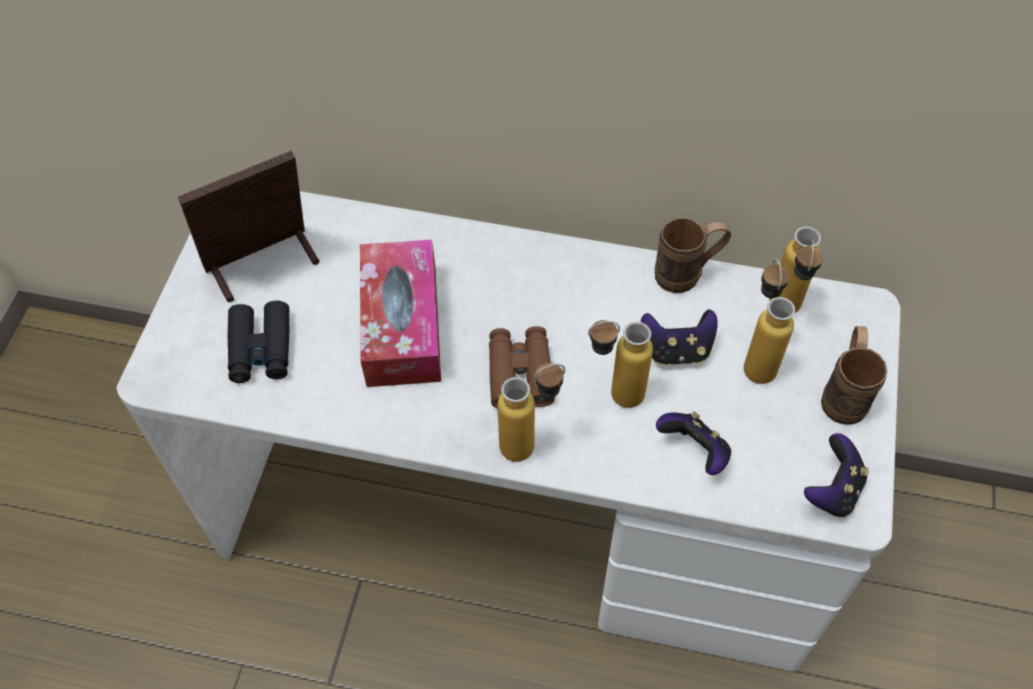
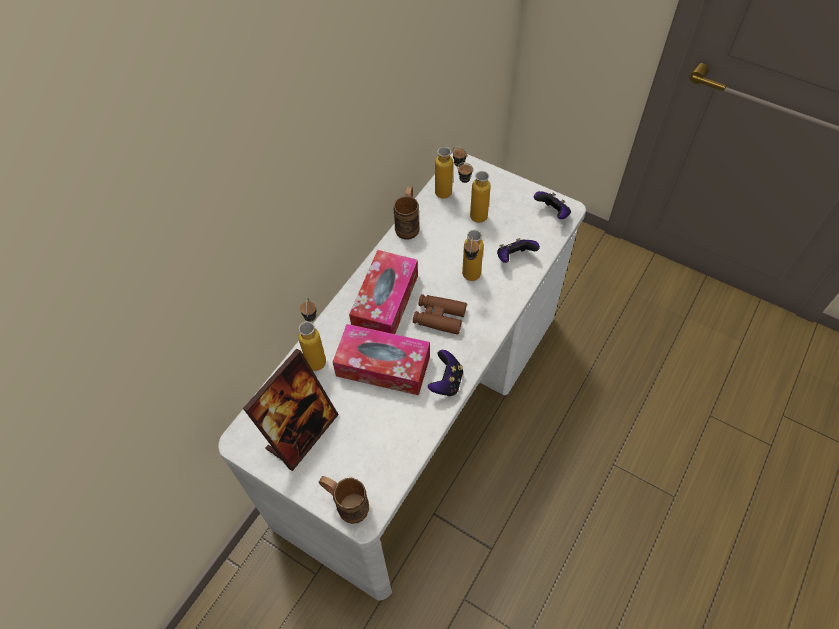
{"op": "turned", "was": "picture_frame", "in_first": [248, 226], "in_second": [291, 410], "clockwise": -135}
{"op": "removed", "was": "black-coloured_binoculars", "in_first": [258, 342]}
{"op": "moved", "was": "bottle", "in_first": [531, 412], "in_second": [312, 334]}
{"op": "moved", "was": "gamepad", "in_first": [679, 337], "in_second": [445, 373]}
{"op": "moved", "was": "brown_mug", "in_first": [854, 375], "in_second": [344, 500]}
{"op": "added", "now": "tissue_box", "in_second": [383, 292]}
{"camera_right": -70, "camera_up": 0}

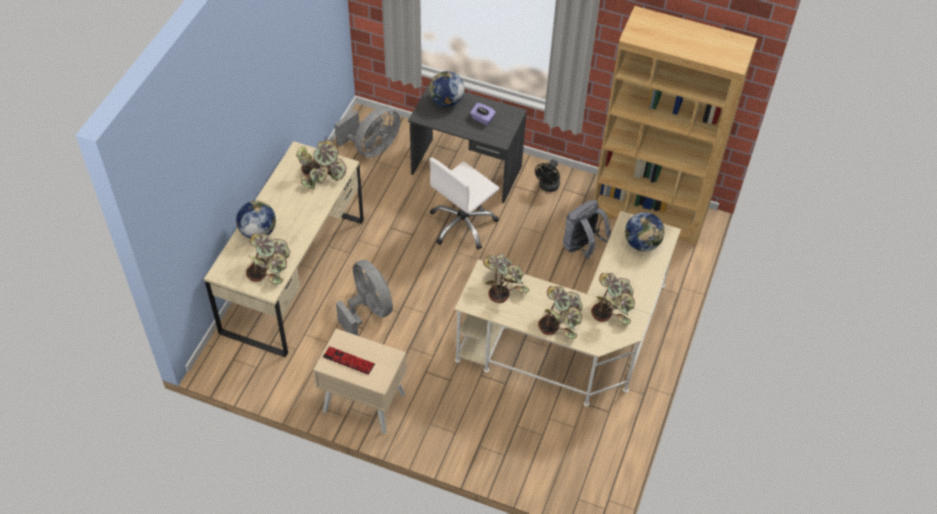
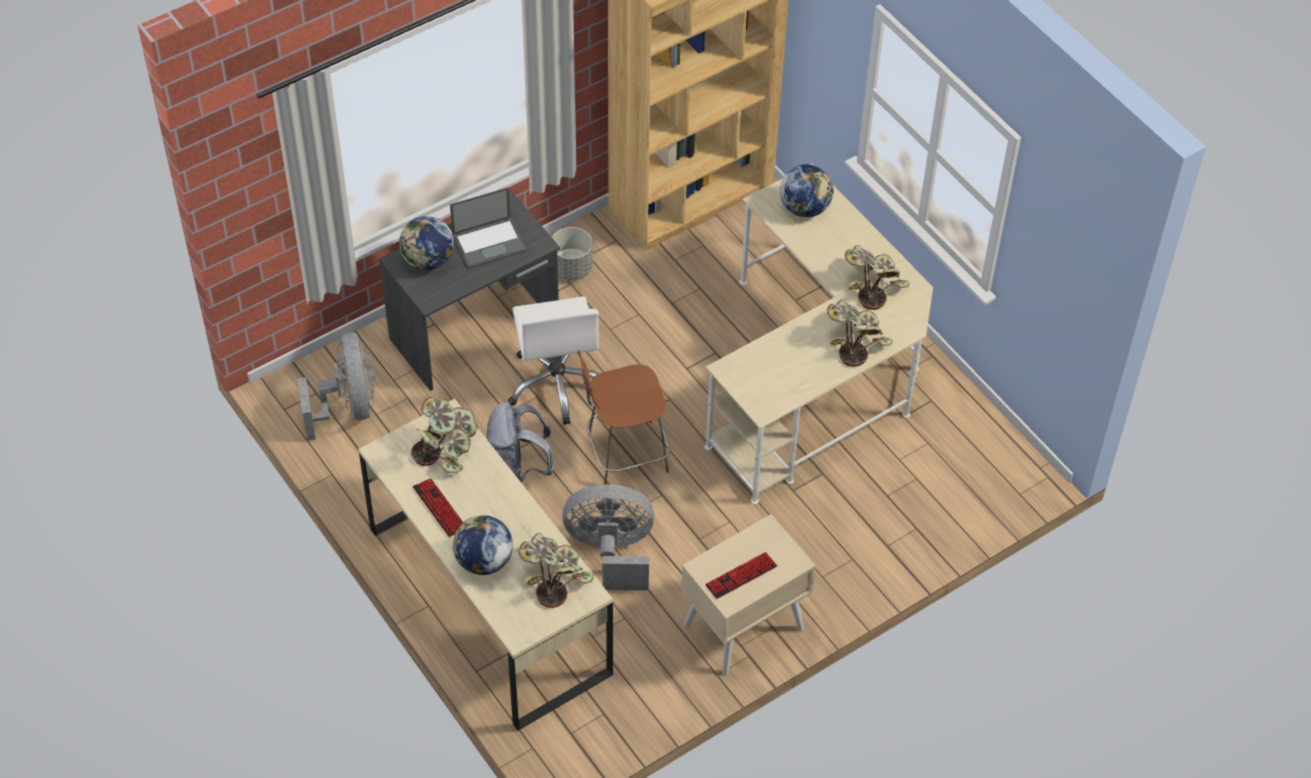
{"op": "replaced", "was": "purple-coloured_tissue_box", "now": "laptop", "in_first": [483, 114], "in_second": [488, 228]}
{"op": "removed", "was": "plant_in_a_pot", "in_first": [506, 278]}
{"op": "replaced", "was": "black-coloured_cooling_fan", "now": "greyish_flower_pot", "in_first": [547, 175], "in_second": [572, 253]}
{"op": "moved", "was": "greyish_rucksack", "in_first": [587, 229], "in_second": [520, 442]}
{"op": "added", "now": "keyboard", "in_second": [438, 507]}
{"op": "added", "now": "brown_upright_chair", "in_second": [623, 417]}
{"camera_right": -55, "camera_up": 0}

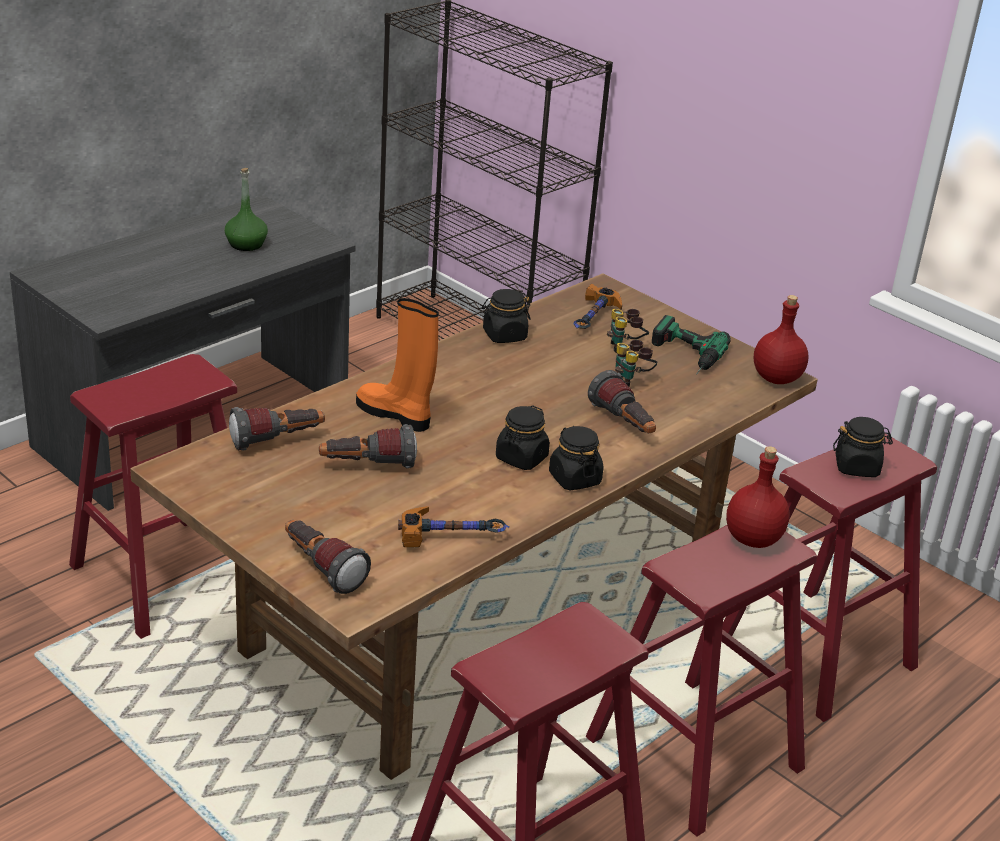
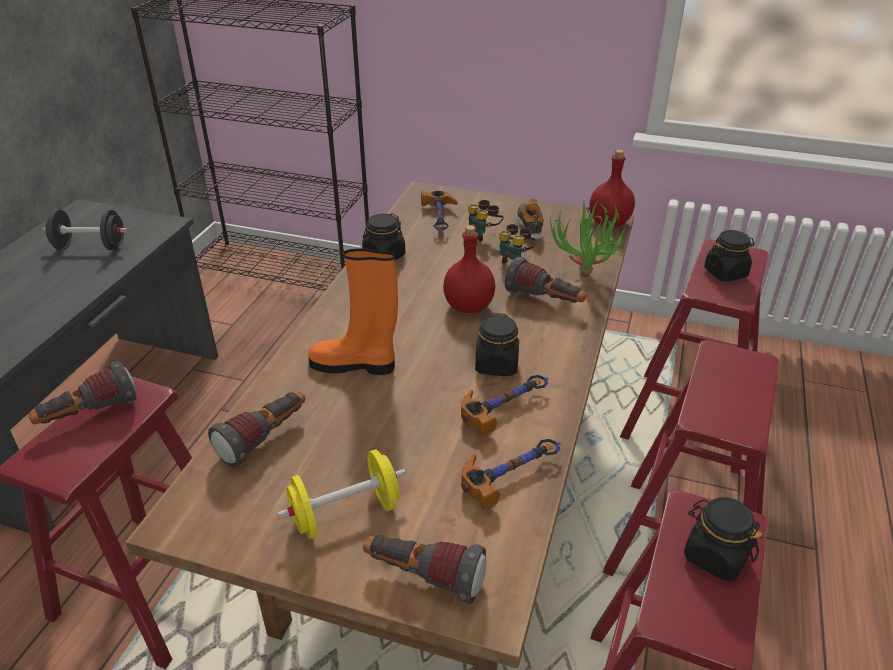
{"op": "replaced", "was": "green-coloured_bottle", "now": "black-coloured_dumbbell", "in_first": [246, 209], "in_second": [85, 230]}
{"op": "moved", "was": "torch", "in_first": [368, 446], "in_second": [82, 392]}
{"op": "moved", "was": "black-coloured_preserve_jar", "in_first": [576, 458], "in_second": [723, 539]}
{"op": "replaced", "was": "drill", "now": "shoe", "in_first": [691, 345], "in_second": [530, 220]}
{"op": "moved", "was": "red-coloured_bottle", "in_first": [757, 497], "in_second": [469, 269]}
{"op": "added", "now": "yellow-coloured_dumbbell", "in_second": [341, 494]}
{"op": "added", "now": "hand_hammer", "in_second": [505, 406]}
{"op": "added", "now": "plant_in_a_pot", "in_second": [590, 237]}
{"camera_right": -25, "camera_up": 5}

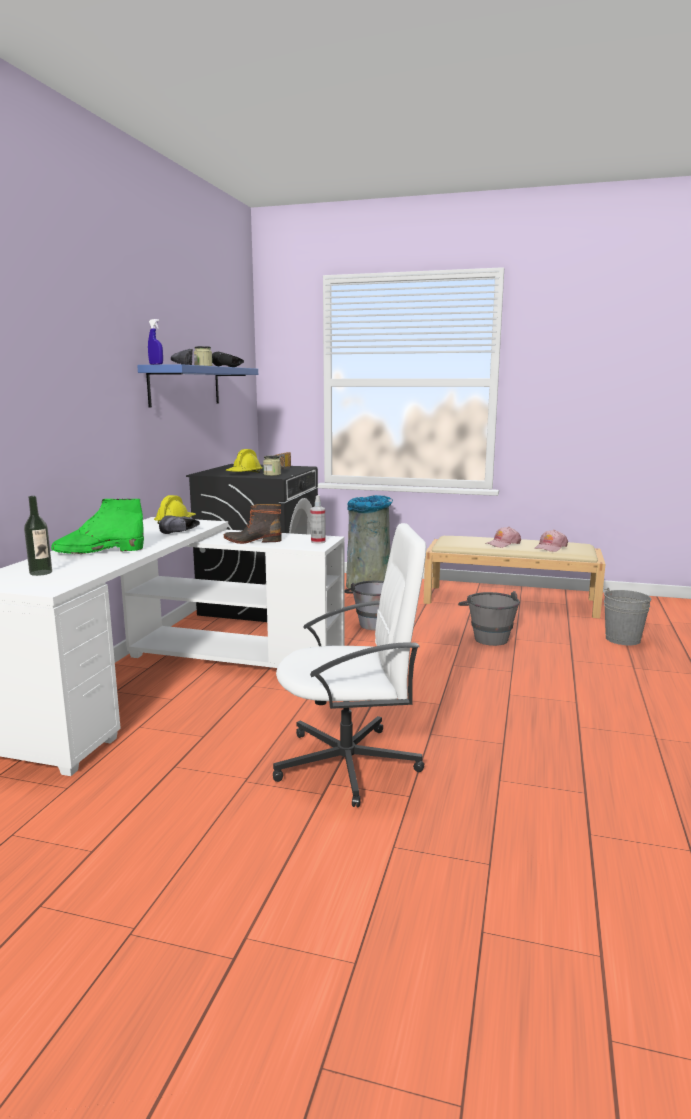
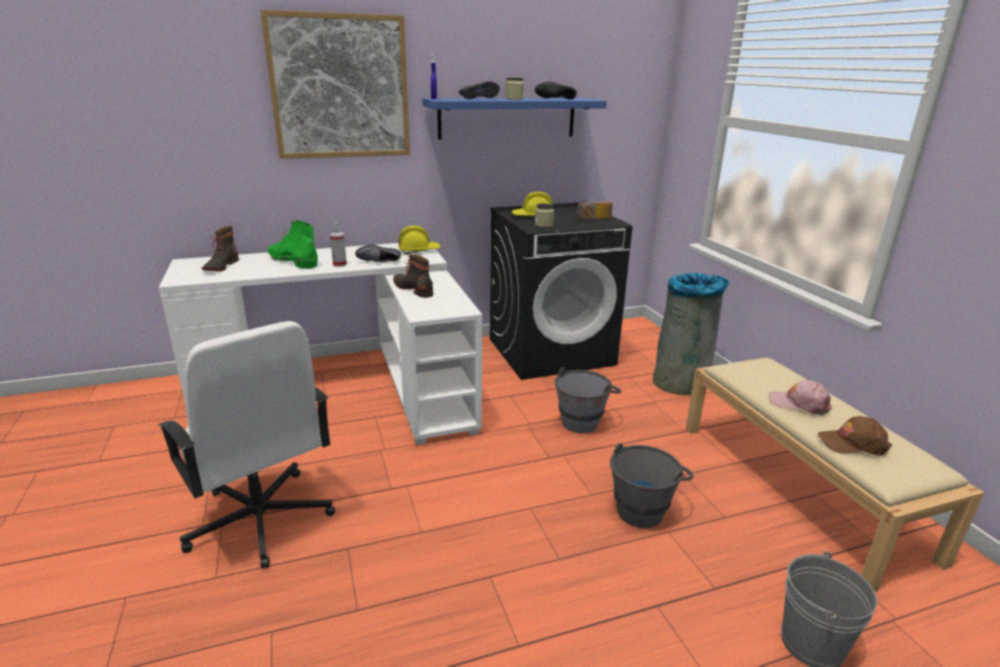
{"op": "replaced", "was": "bottle", "now": "boot", "in_first": [38, 536], "in_second": [220, 248]}
{"op": "moved", "was": "hand_sprayer", "in_first": [318, 519], "in_second": [338, 244]}
{"op": "recoloured", "was": "pink-coloured_peaked_cap", "now": "brown_peaked_cap", "in_first": [551, 541], "in_second": [855, 435]}
{"op": "added", "now": "picture", "in_second": [335, 84]}
{"camera_right": 55, "camera_up": 10}

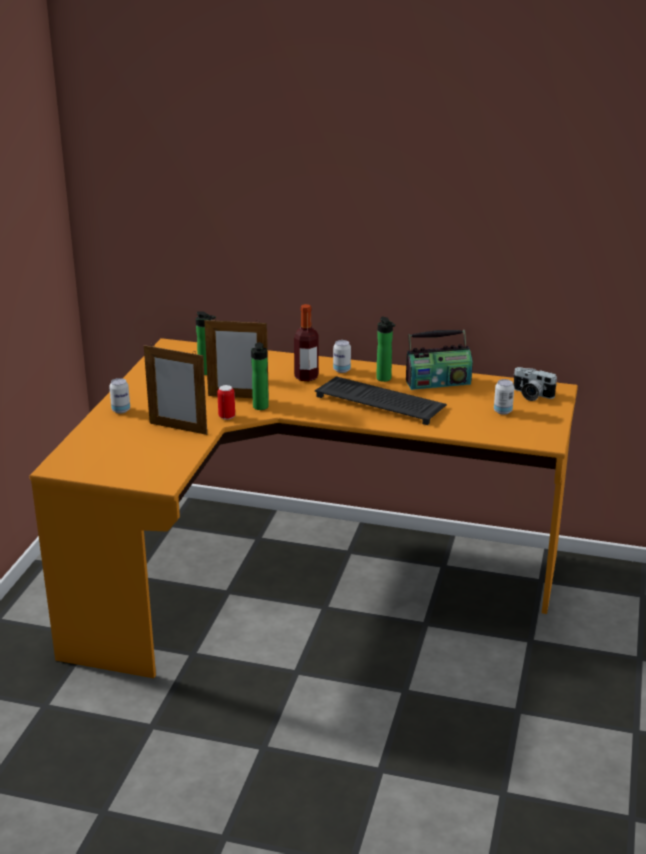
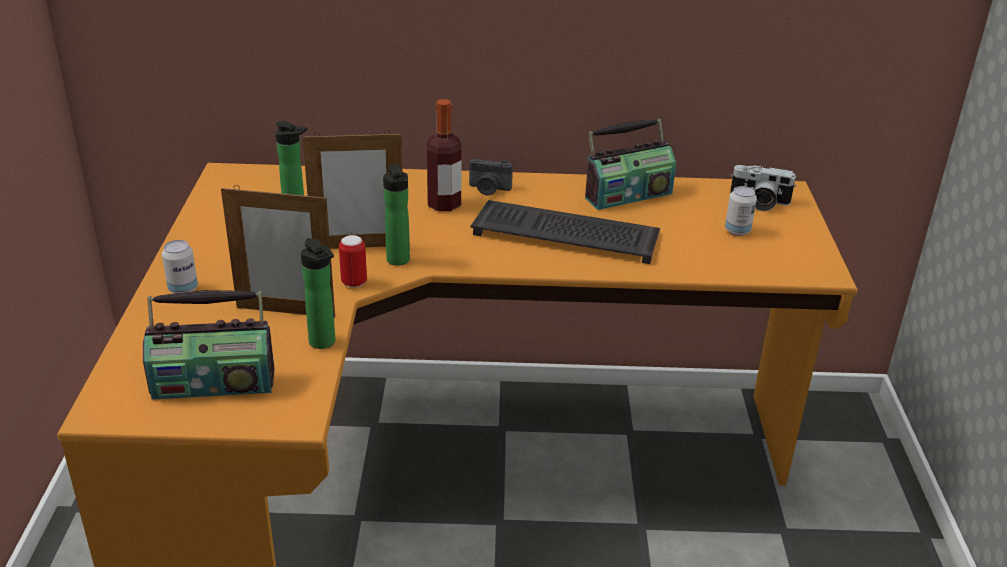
{"op": "replaced", "was": "sealed_can", "now": "still_camera", "in_first": [342, 356], "in_second": [491, 177]}
{"op": "moved", "was": "bottle", "in_first": [385, 349], "in_second": [318, 293]}
{"op": "added", "now": "radio", "in_second": [209, 345]}
{"camera_right": -15, "camera_up": 5}

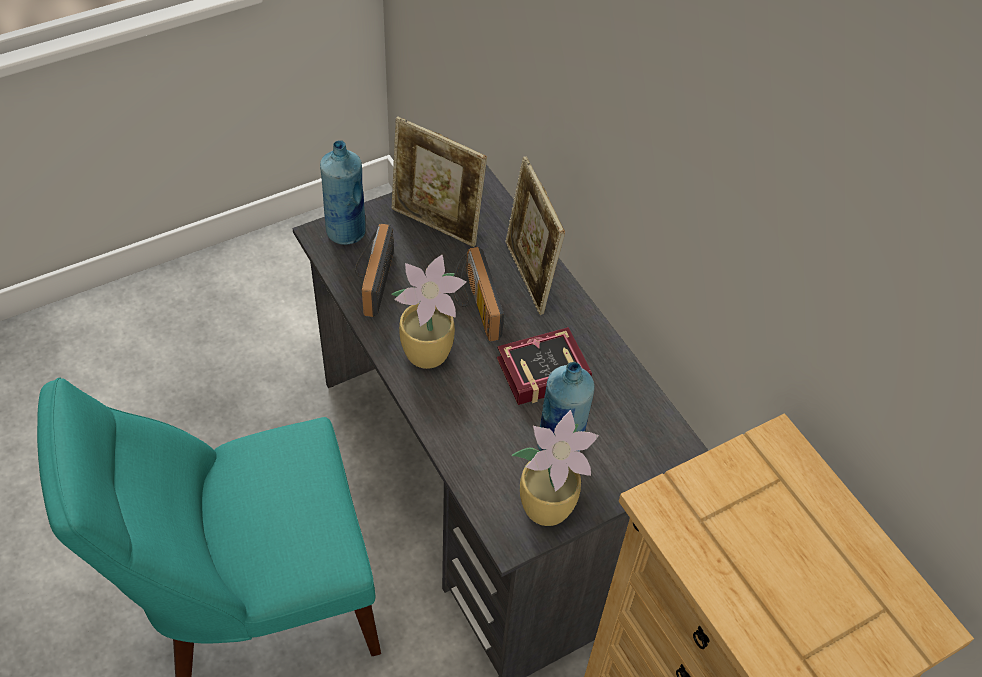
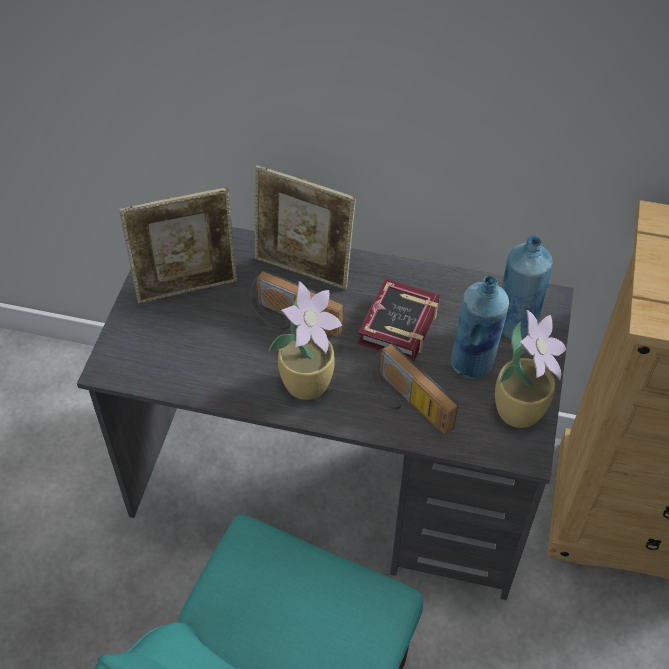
{"op": "moved", "was": "blue_bottle", "in_first": [343, 192], "in_second": [527, 287]}
{"op": "moved", "was": "radio", "in_first": [374, 270], "in_second": [414, 389]}
{"camera_right": -45, "camera_up": 0}

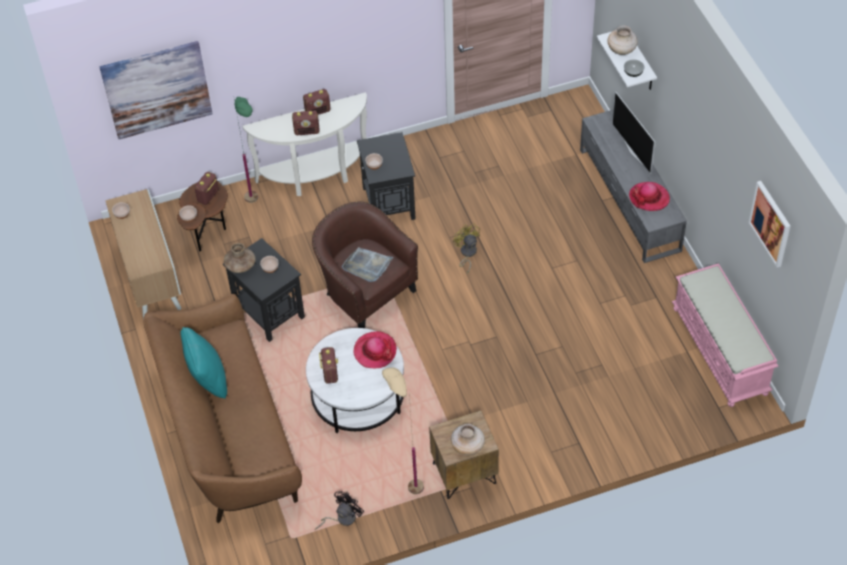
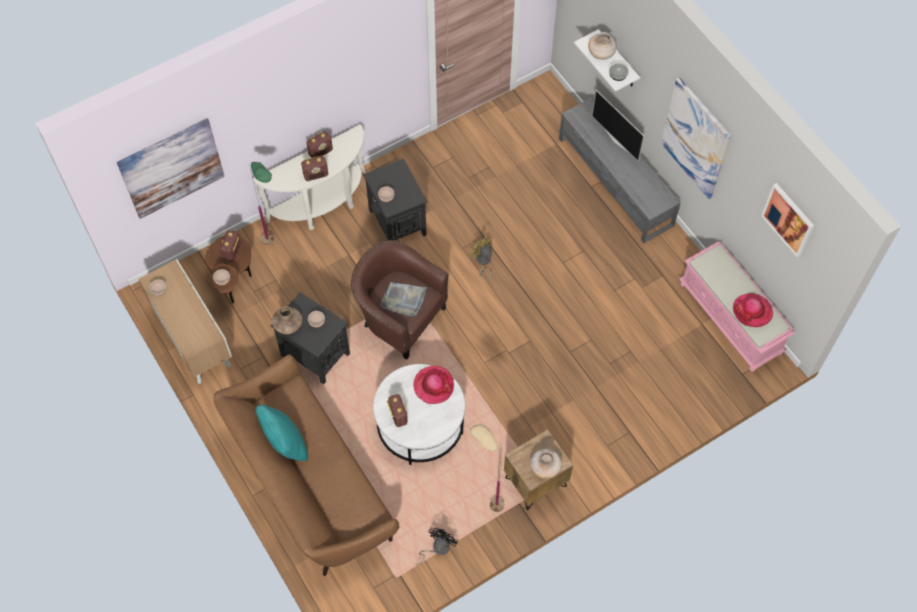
{"op": "moved", "was": "clothing_hat", "in_first": [649, 196], "in_second": [753, 310]}
{"op": "added", "now": "picture", "in_second": [696, 138]}
{"camera_right": -15, "camera_up": 10}

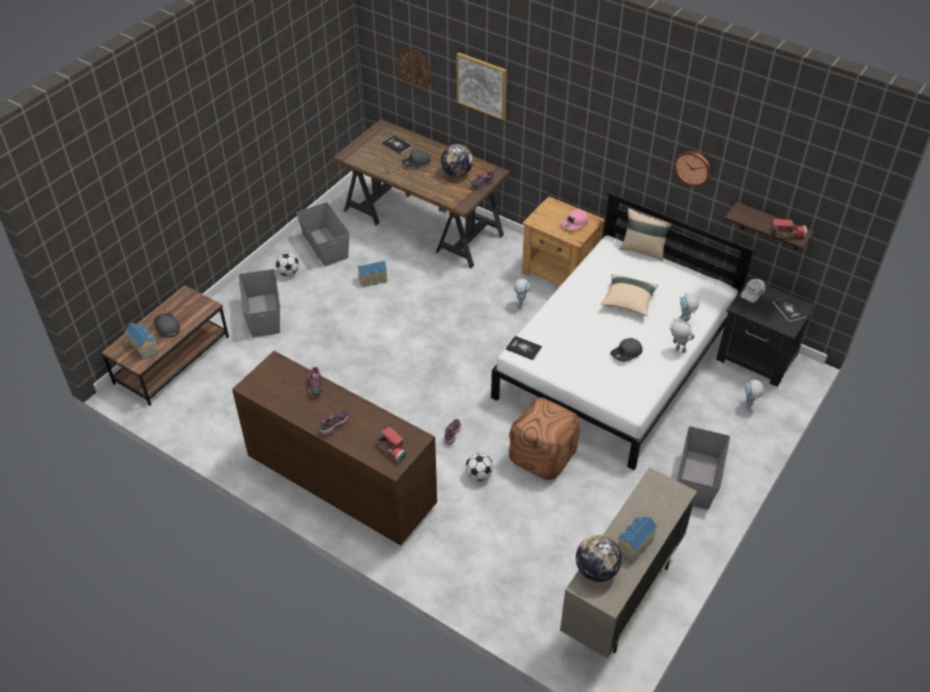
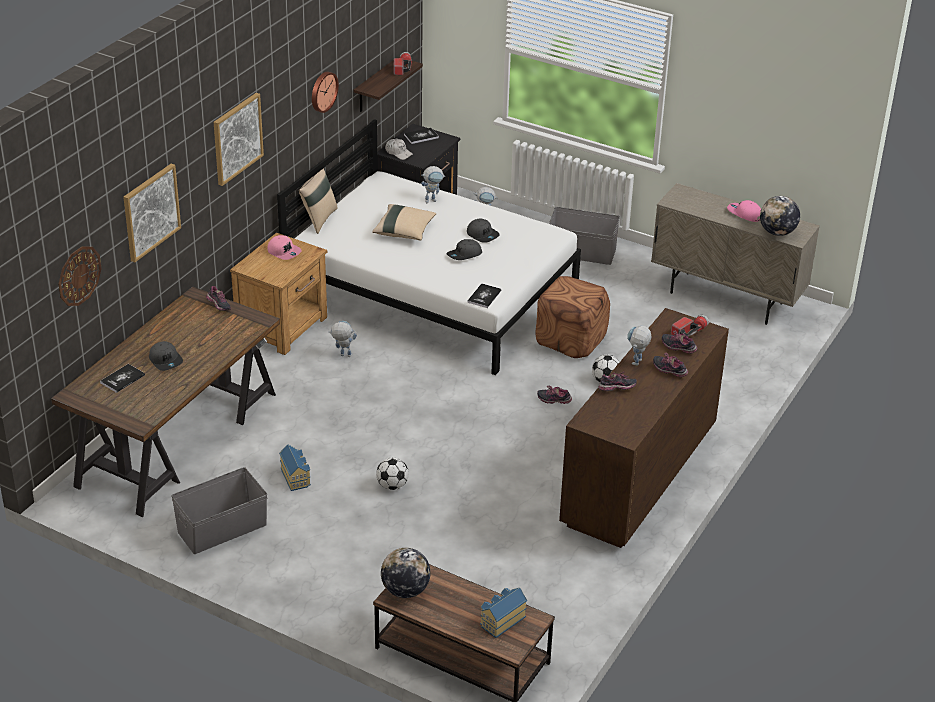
{"op": "moved", "was": "greyish_peaked_cap", "in_first": [167, 325], "in_second": [464, 249]}
{"op": "removed", "was": "greyish_storage_bin", "in_first": [259, 303]}
{"op": "moved", "was": "football", "in_first": [287, 264], "in_second": [392, 474]}
{"op": "moved", "was": "world_globe", "in_first": [457, 160], "in_second": [406, 573]}
{"op": "replaced", "was": "toy_house", "now": "pink-coloured_peaked_cap", "in_first": [637, 540], "in_second": [744, 211]}
{"op": "moved", "was": "robot_figure", "in_first": [682, 337], "in_second": [639, 345]}
{"op": "added", "now": "picture", "in_second": [239, 139]}
{"op": "added", "now": "shoe", "in_second": [679, 342]}
{"camera_right": -95, "camera_up": -10}

